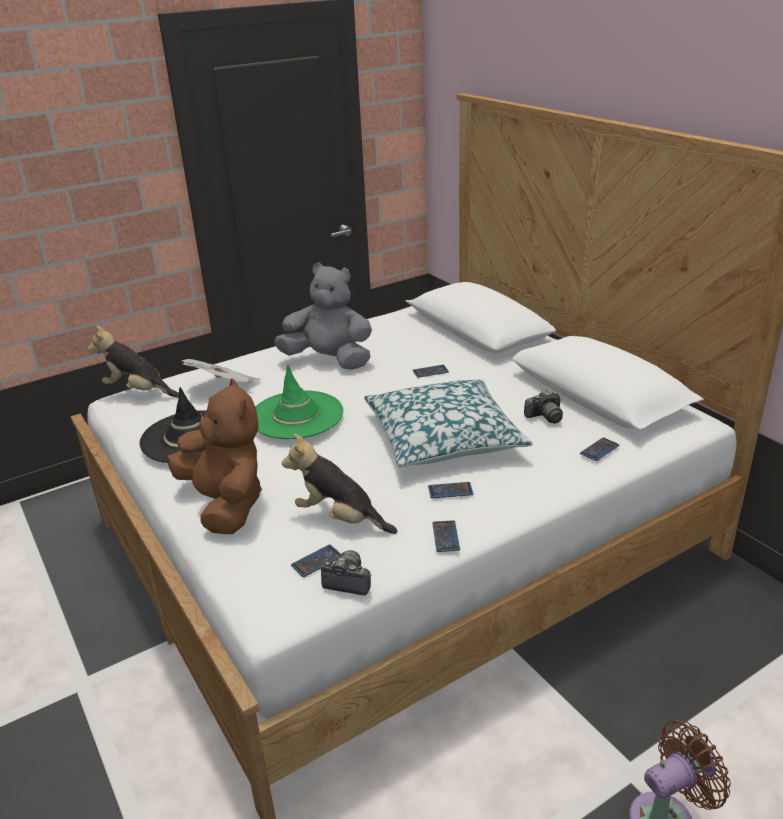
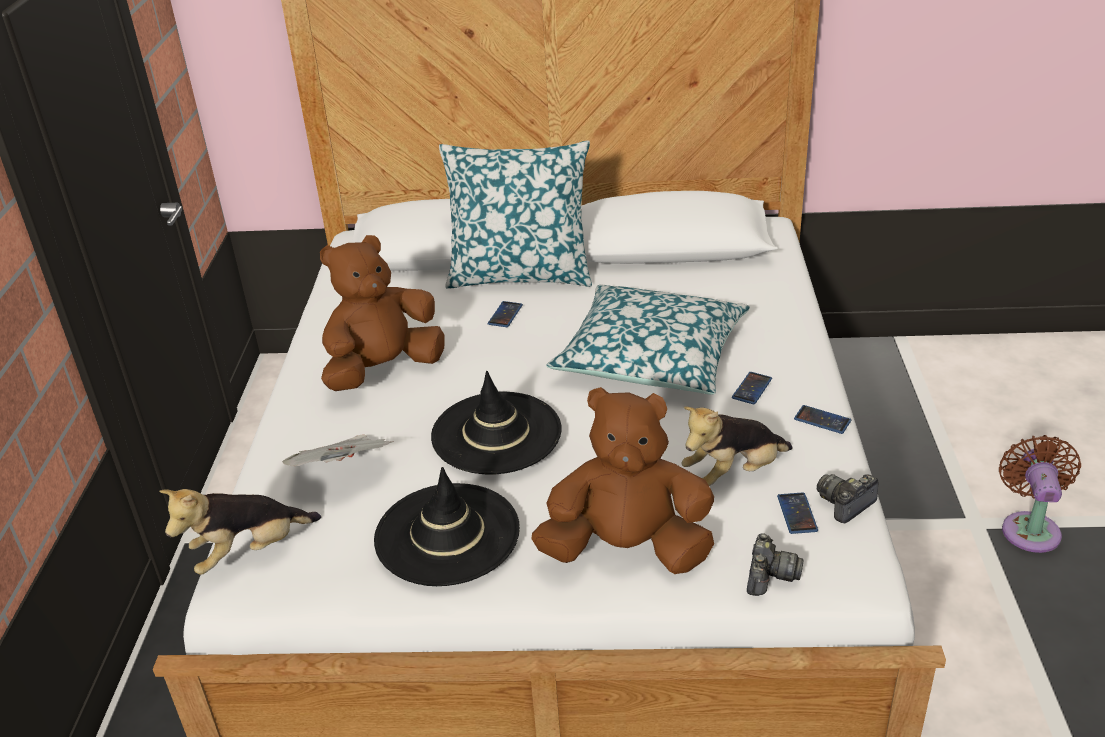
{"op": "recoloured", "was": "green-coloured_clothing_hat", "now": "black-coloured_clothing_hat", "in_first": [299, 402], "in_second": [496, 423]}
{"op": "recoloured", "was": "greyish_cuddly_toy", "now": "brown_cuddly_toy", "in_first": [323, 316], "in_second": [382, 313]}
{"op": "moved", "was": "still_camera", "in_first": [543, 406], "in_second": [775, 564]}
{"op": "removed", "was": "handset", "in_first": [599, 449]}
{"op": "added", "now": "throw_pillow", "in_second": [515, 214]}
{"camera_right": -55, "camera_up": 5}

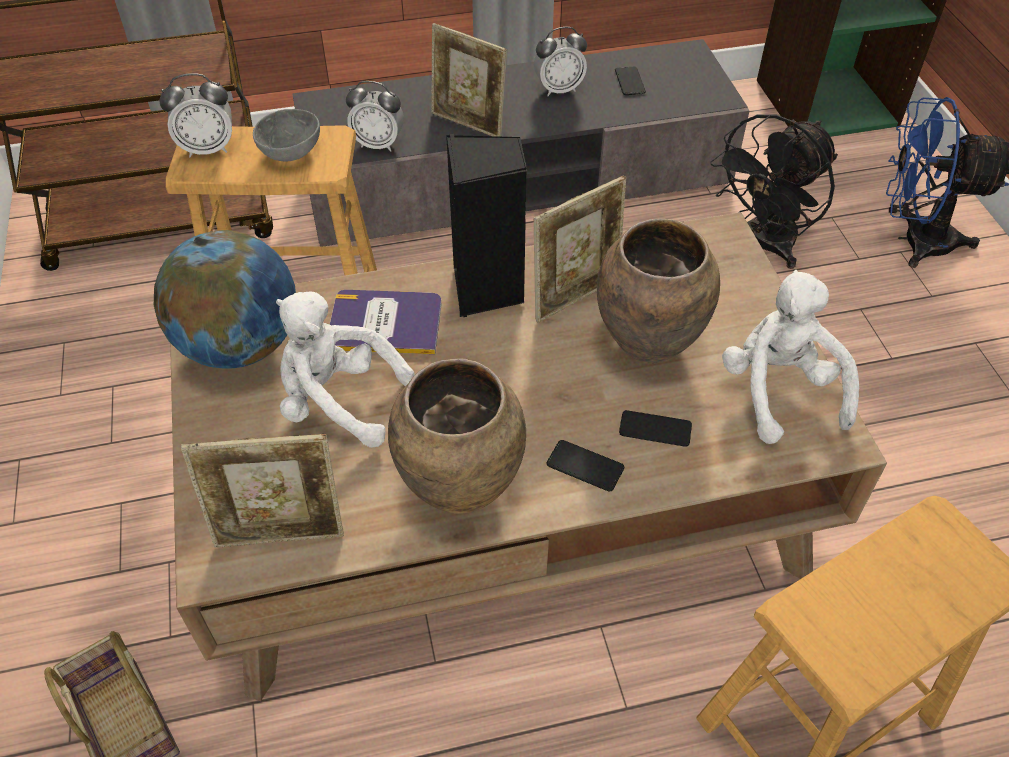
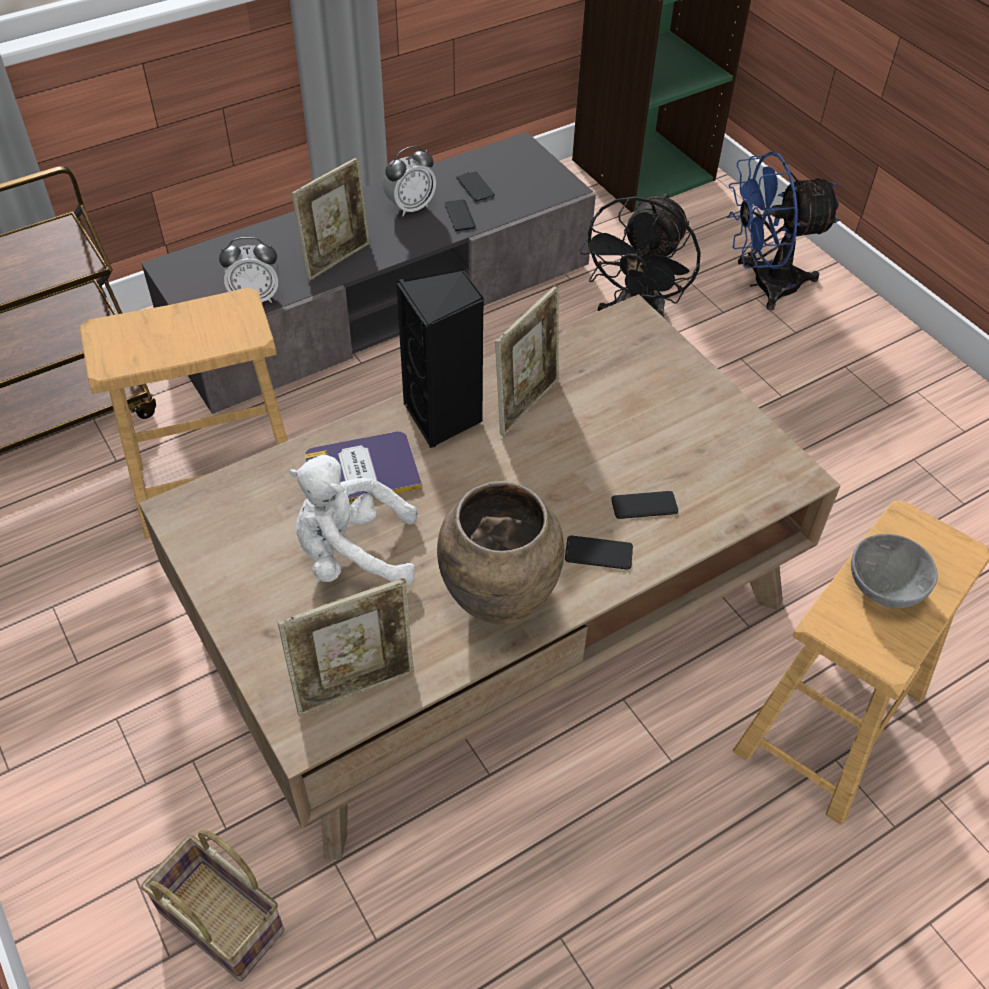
{"op": "removed", "was": "world_globe", "in_first": [225, 299]}
{"op": "removed", "was": "alarm_clock", "in_first": [195, 115]}
{"op": "moved", "was": "greyish_deep_dish", "in_first": [286, 135], "in_second": [894, 571]}
{"op": "turned", "was": "picture_frame", "in_first": [469, 80], "in_second": [331, 219], "clockwise": -60}
{"op": "removed", "was": "brown_decorative_vase", "in_first": [658, 290]}
{"op": "removed", "was": "white-coloured_cuddly_toy", "in_first": [790, 357]}
{"op": "added", "now": "handset", "in_second": [460, 215]}
{"camera_right": -20, "camera_up": 0}

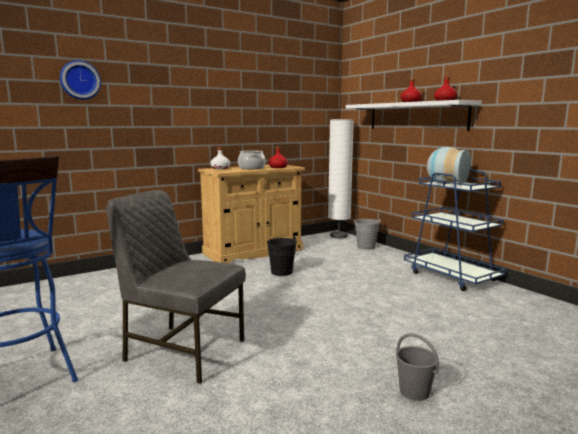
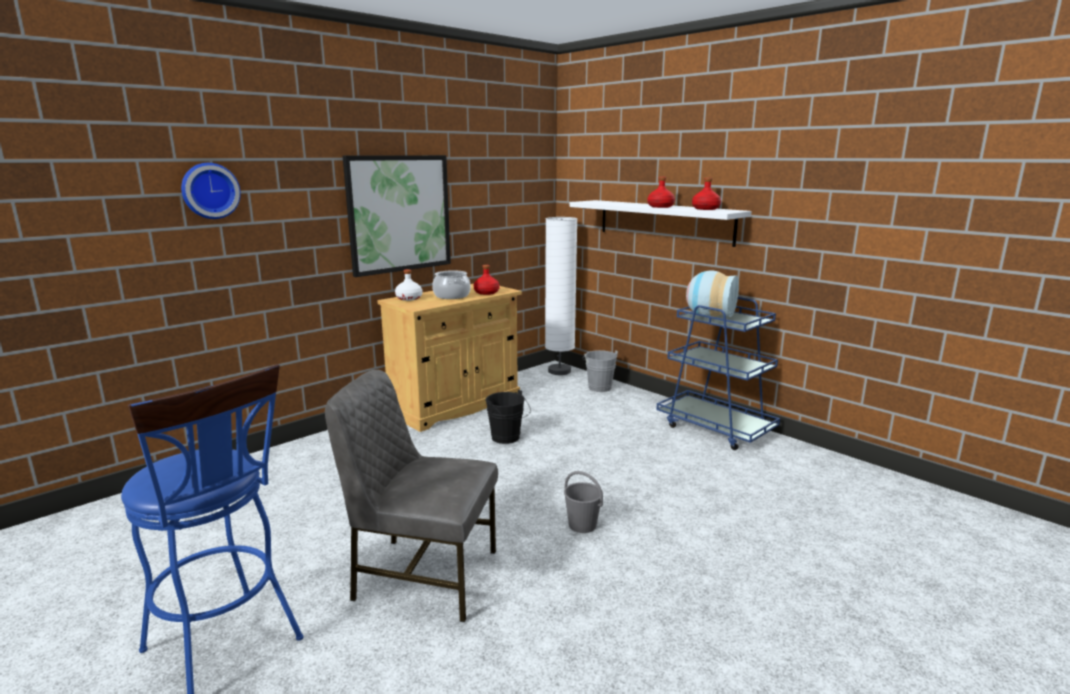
{"op": "moved", "was": "greyish_bucket", "in_first": [417, 367], "in_second": [583, 502]}
{"op": "added", "now": "picture", "in_second": [397, 216]}
{"camera_right": -10, "camera_up": 5}

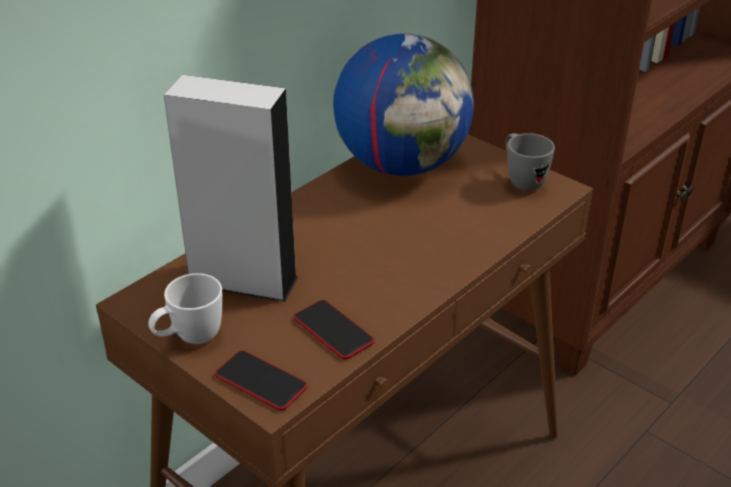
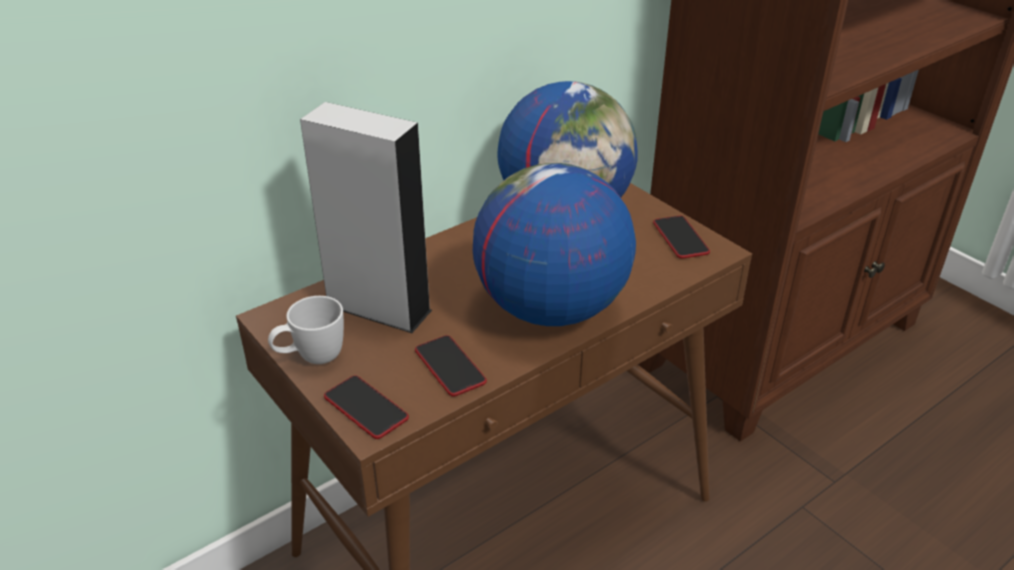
{"op": "replaced", "was": "greyish_mug", "now": "handset", "in_first": [530, 162], "in_second": [681, 237]}
{"op": "added", "now": "world_globe", "in_second": [554, 244]}
{"camera_right": 10, "camera_up": 0}

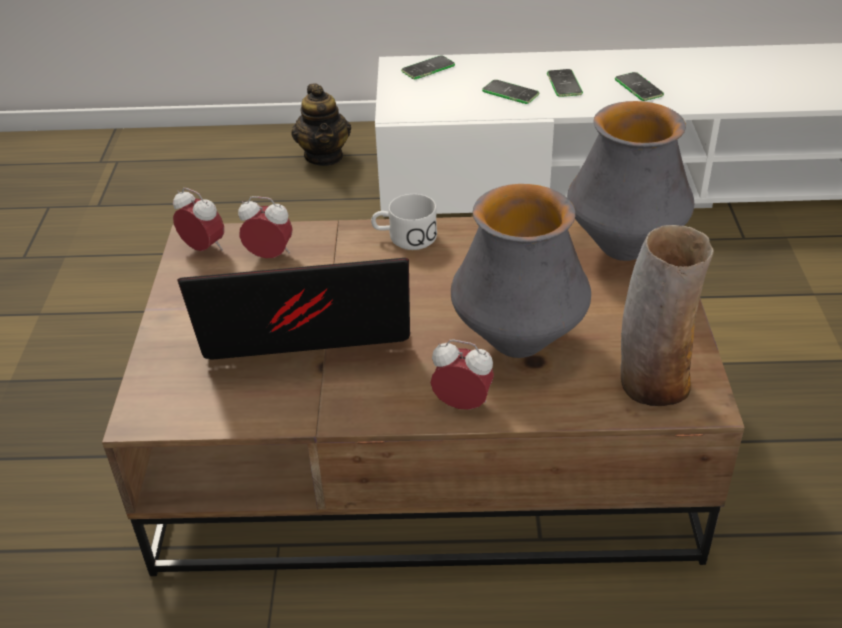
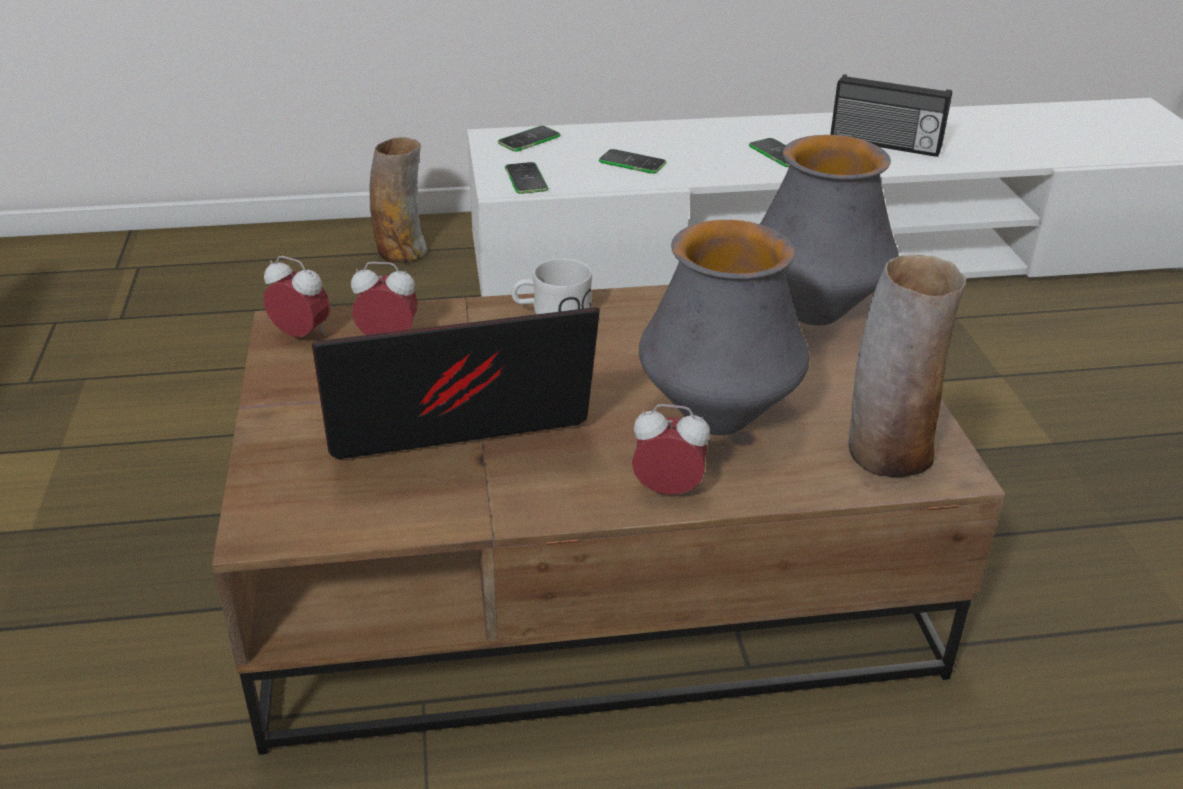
{"op": "replaced", "was": "teapot", "now": "decorative_vase", "in_first": [321, 125], "in_second": [398, 200]}
{"op": "moved", "was": "handset", "in_first": [565, 83], "in_second": [526, 178]}
{"op": "added", "now": "radio", "in_second": [891, 115]}
{"camera_right": -10, "camera_up": -5}

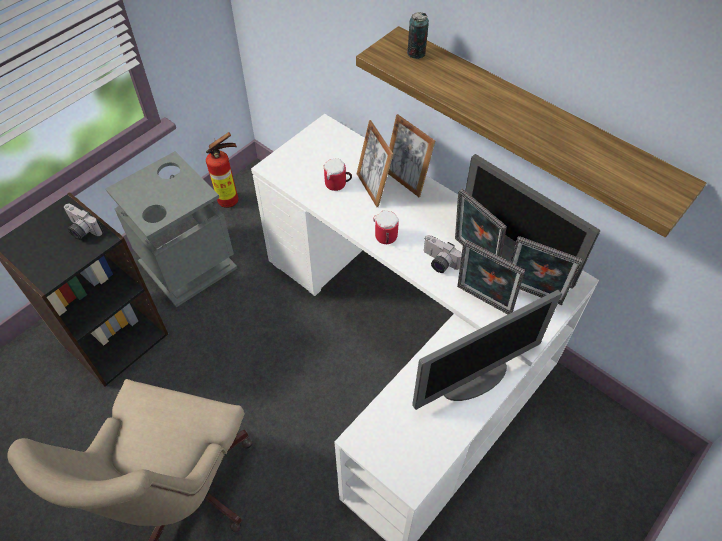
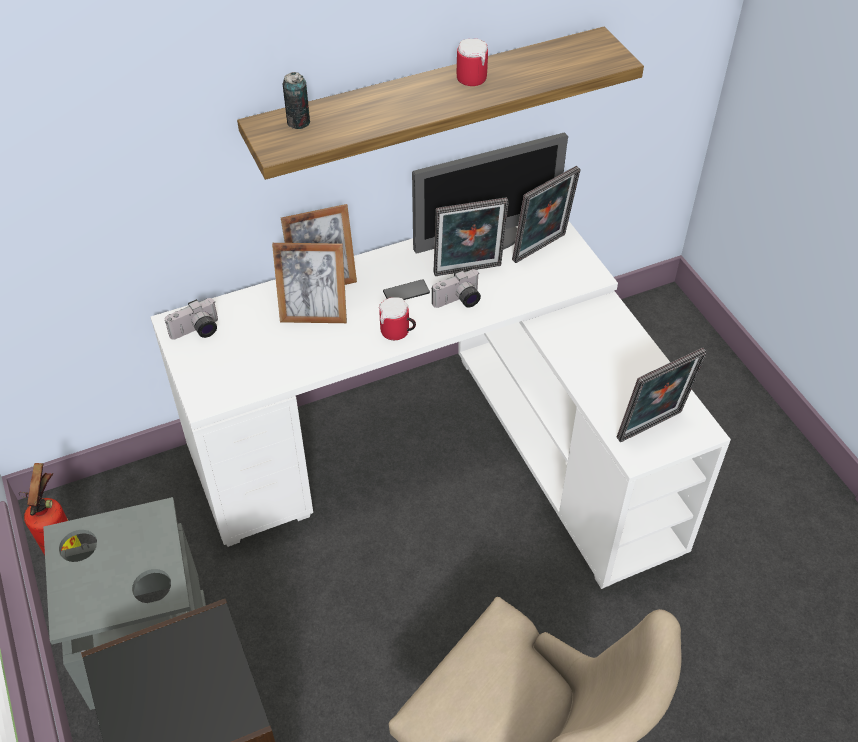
{"op": "moved", "was": "still_camera", "in_first": [84, 222], "in_second": [191, 319]}
{"op": "moved", "was": "mug", "in_first": [337, 174], "in_second": [472, 62]}
{"op": "removed", "was": "computer_screen", "in_first": [487, 350]}
{"op": "moved", "was": "picture_frame", "in_first": [491, 277], "in_second": [661, 395]}
{"op": "added", "now": "handset", "in_second": [406, 289]}
{"camera_right": -65, "camera_up": -5}

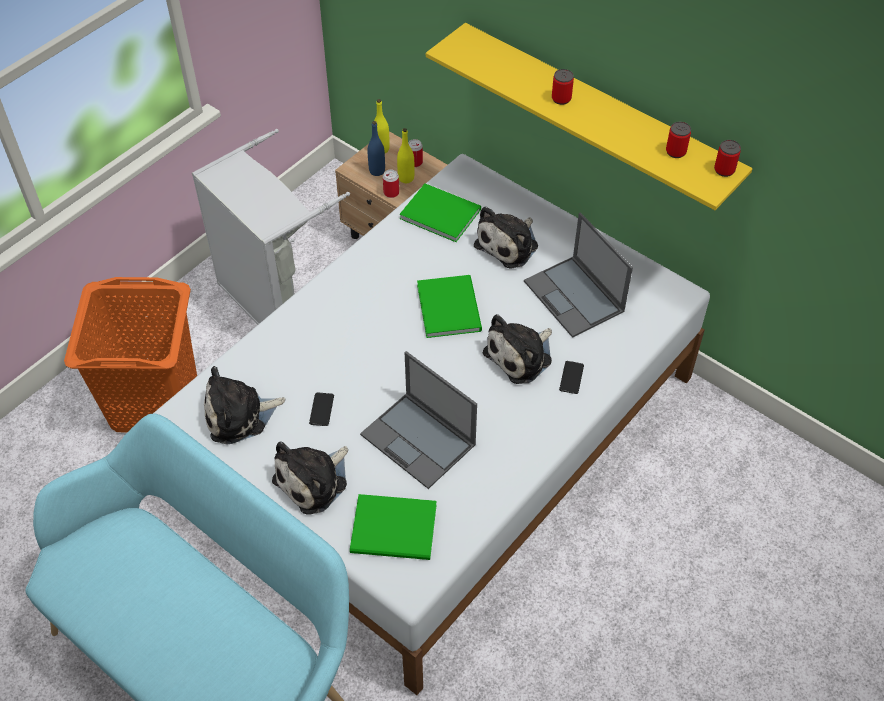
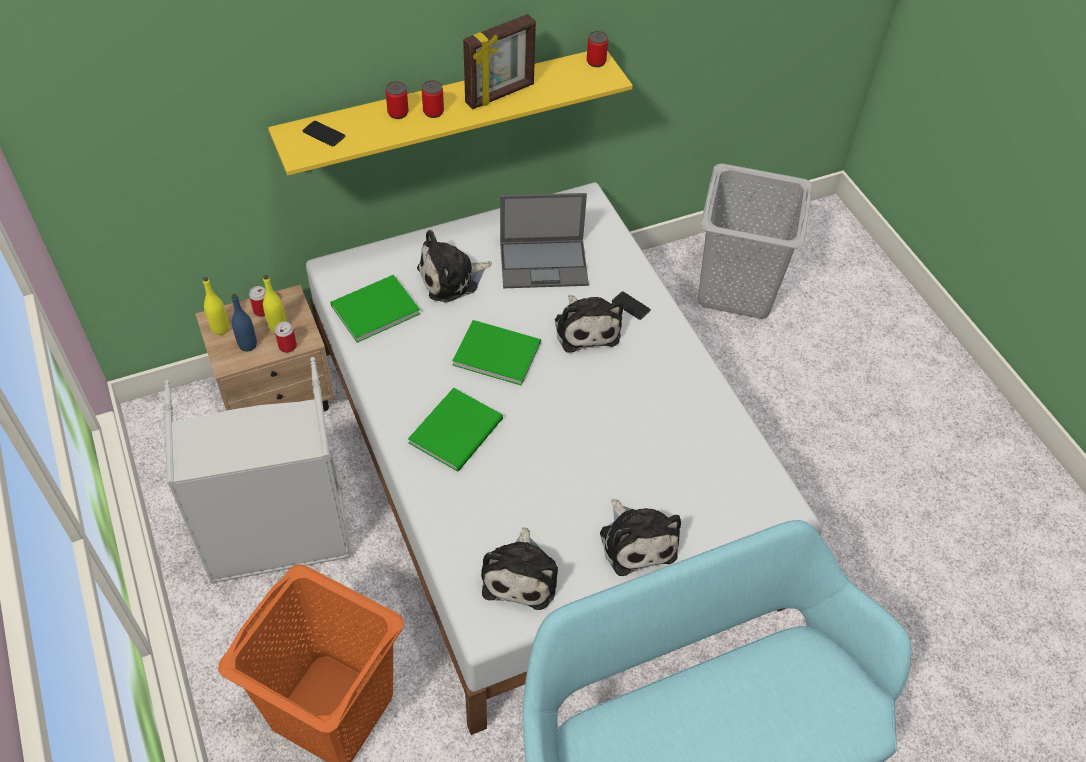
{"op": "moved", "was": "handset", "in_first": [321, 409], "in_second": [323, 133]}
{"op": "moved", "was": "green-coloured_volume", "in_first": [393, 527], "in_second": [455, 429]}
{"op": "removed", "was": "laptop", "in_first": [418, 420]}
{"op": "turned", "was": "cuddly_toy", "in_first": [506, 237], "in_second": [454, 266], "clockwise": 90}
{"op": "moved", "was": "sealed_can", "in_first": [678, 140], "in_second": [397, 100]}
{"op": "added", "now": "picture_frame", "in_second": [499, 61]}
{"op": "added", "now": "greyish_hamper", "in_second": [755, 241]}
{"camera_right": -65, "camera_up": 0}

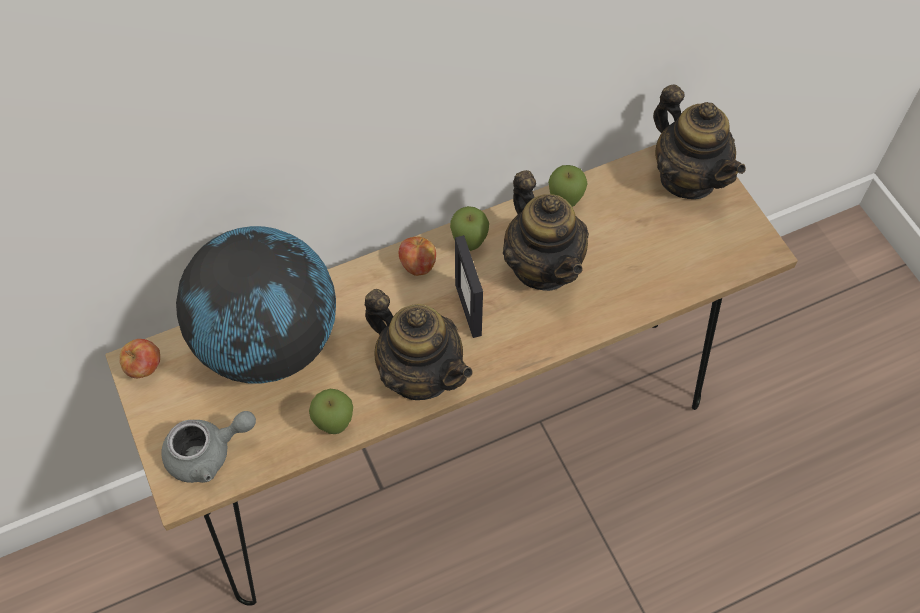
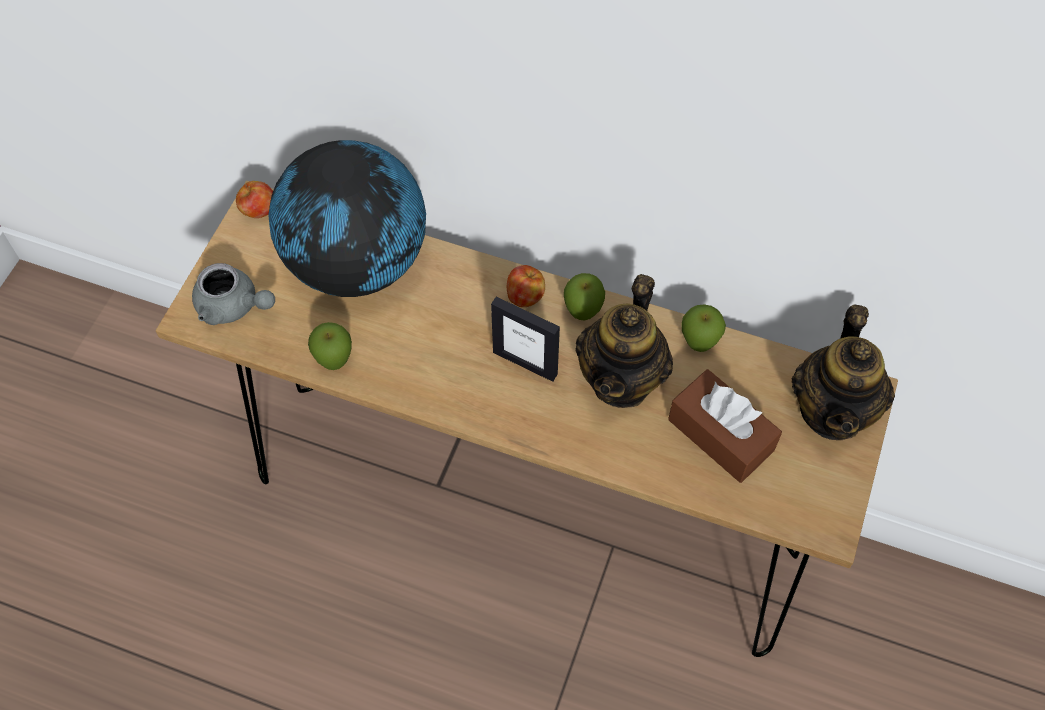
{"op": "removed", "was": "teapot", "in_first": [419, 344]}
{"op": "turned", "was": "picture_frame", "in_first": [469, 286], "in_second": [525, 339], "clockwise": -90}
{"op": "added", "now": "brown_tissue_box", "in_second": [725, 426]}
{"camera_right": 45, "camera_up": 0}

